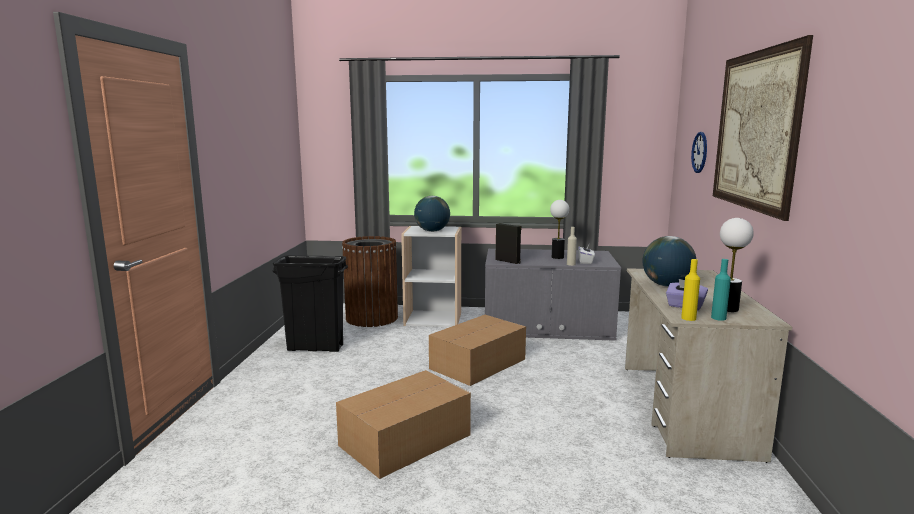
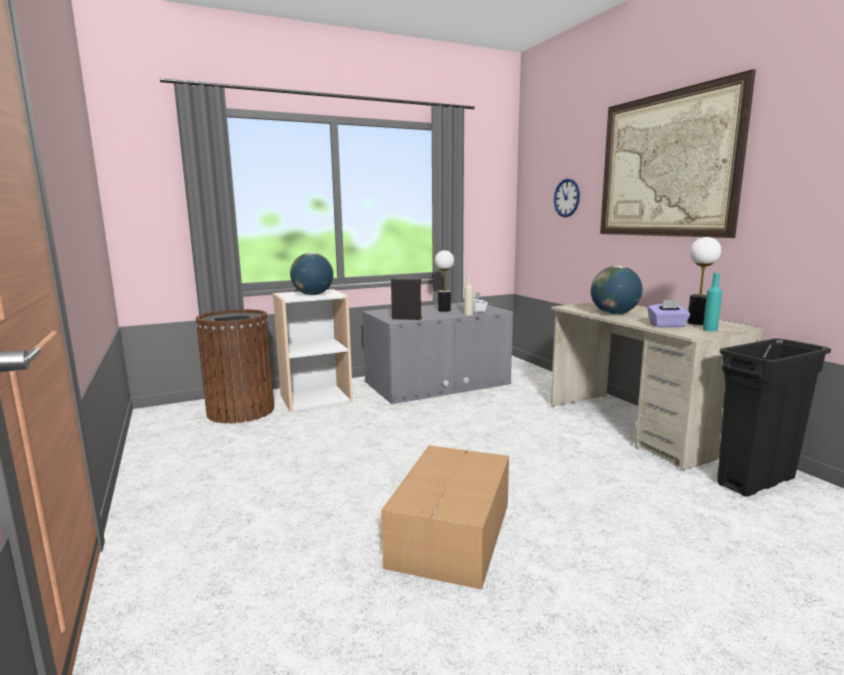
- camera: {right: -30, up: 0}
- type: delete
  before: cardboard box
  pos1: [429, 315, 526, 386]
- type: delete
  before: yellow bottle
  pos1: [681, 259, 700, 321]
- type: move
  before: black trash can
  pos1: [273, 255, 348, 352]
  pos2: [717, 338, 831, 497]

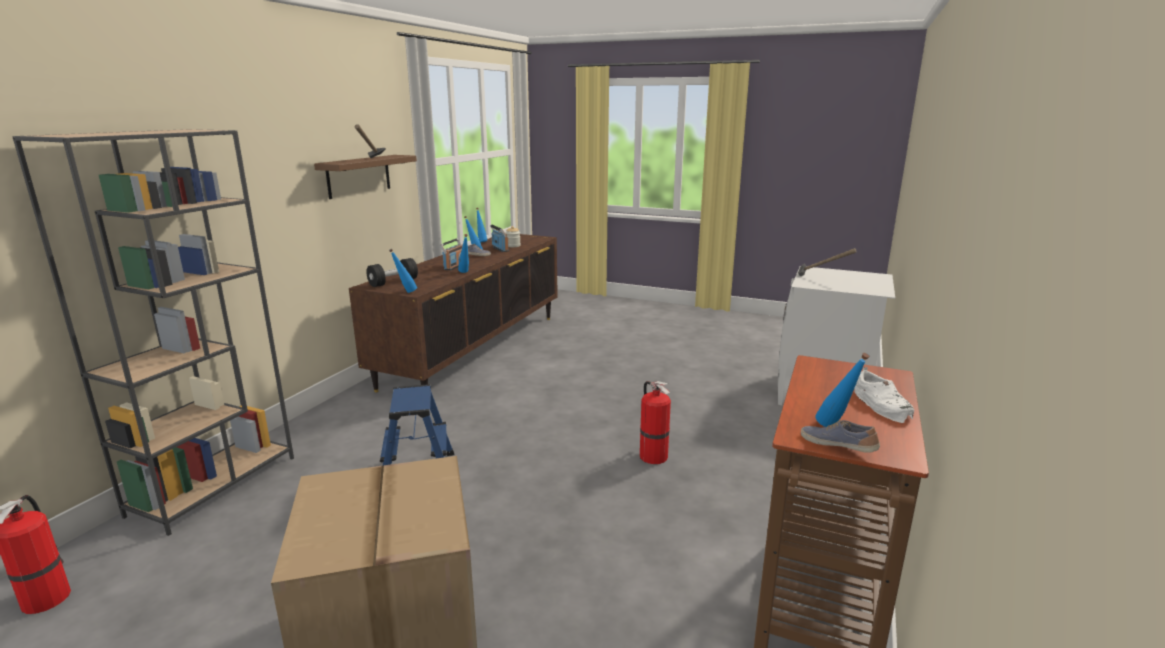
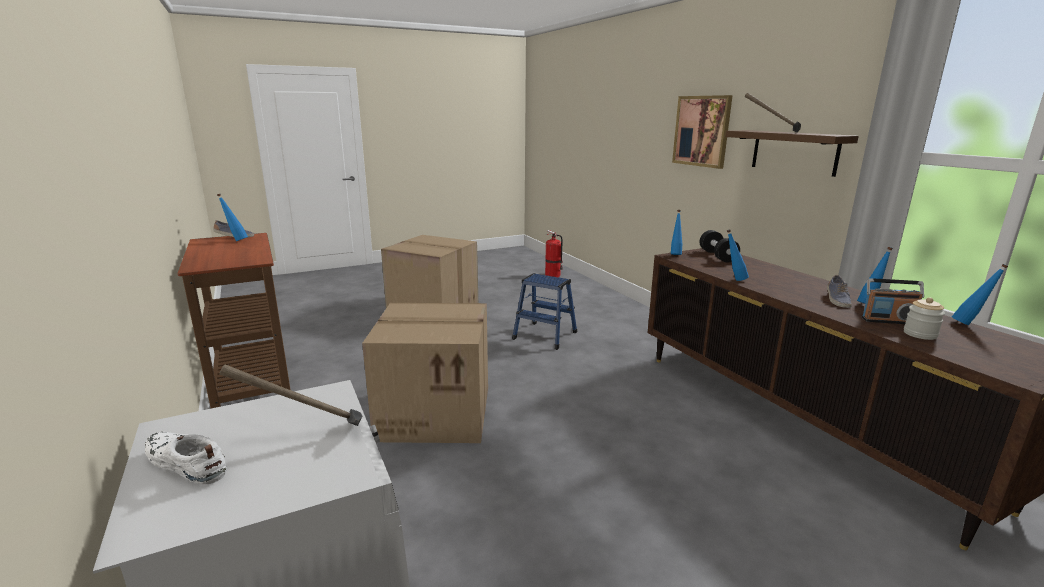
- camera: {right: 130, up: 0}
- type: delete
  before: bookcase
  pos1: [12, 129, 294, 536]
- type: delete
  before: radio
  pos1: [440, 238, 463, 271]
- type: insert
  after: picture
  pos2: [672, 95, 733, 169]
- type: move
  before: white shoe
  pos1: [854, 367, 914, 423]
  pos2: [145, 432, 227, 484]
- type: replace
  before: fire extinguisher
  after: cardboard box
  pos1: [640, 381, 671, 464]
  pos2: [362, 303, 488, 443]

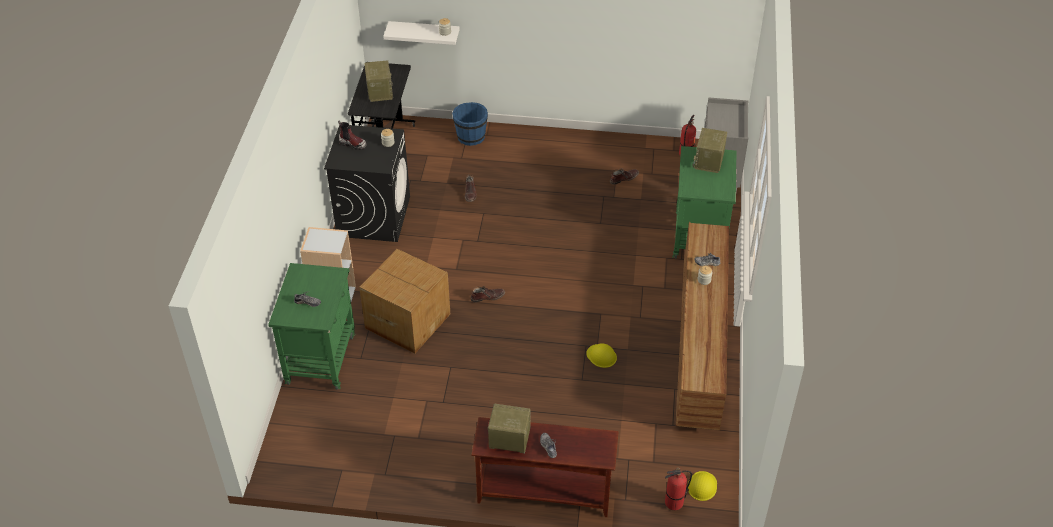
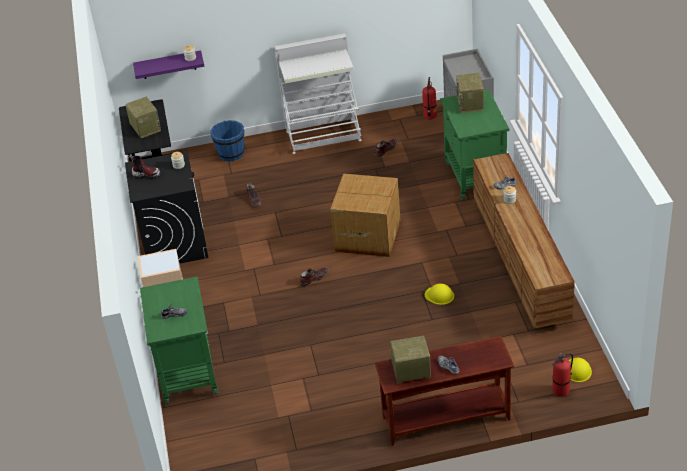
- camera: {right: -15, up: -5}
- type: insert
  after: white shoe rack
  pos2: [275, 34, 361, 154]
- type: move
  before: cardboard box
  pos1: [359, 249, 450, 353]
  pos2: [330, 174, 401, 257]
- type: recolor
  before: white shelf
  after: purple shelf
  pos1: [383, 21, 460, 45]
  pos2: [133, 50, 204, 79]

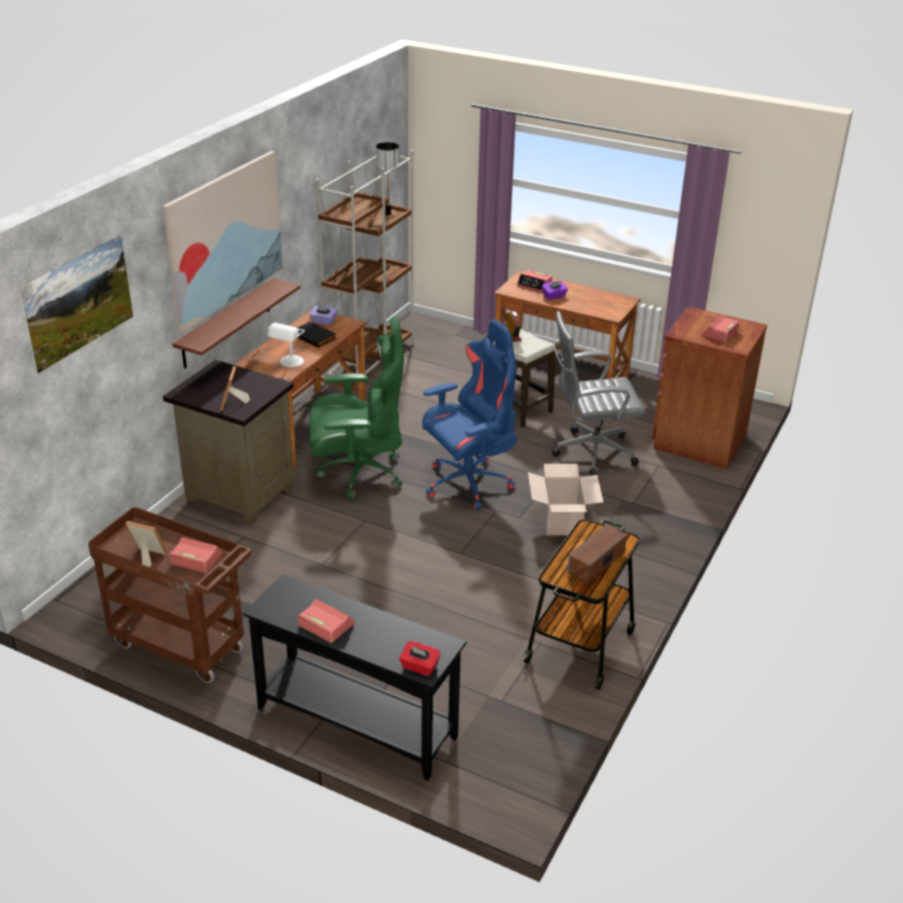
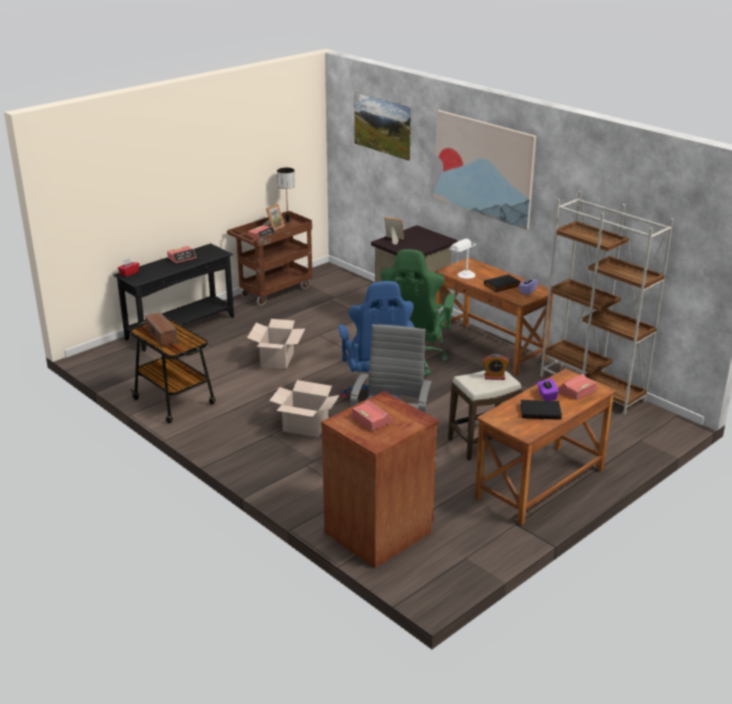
- camera: {right: 110, up: -5}
- type: delete
  before: shelf
  pos1: [172, 278, 301, 369]
- type: insert
  after: cardboard box
  pos2: [247, 319, 305, 369]
- type: insert
  after: black book
  pos2: [520, 400, 562, 420]
- type: move
  before: table lamp
  pos1: [376, 142, 399, 217]
  pos2: [277, 168, 295, 223]

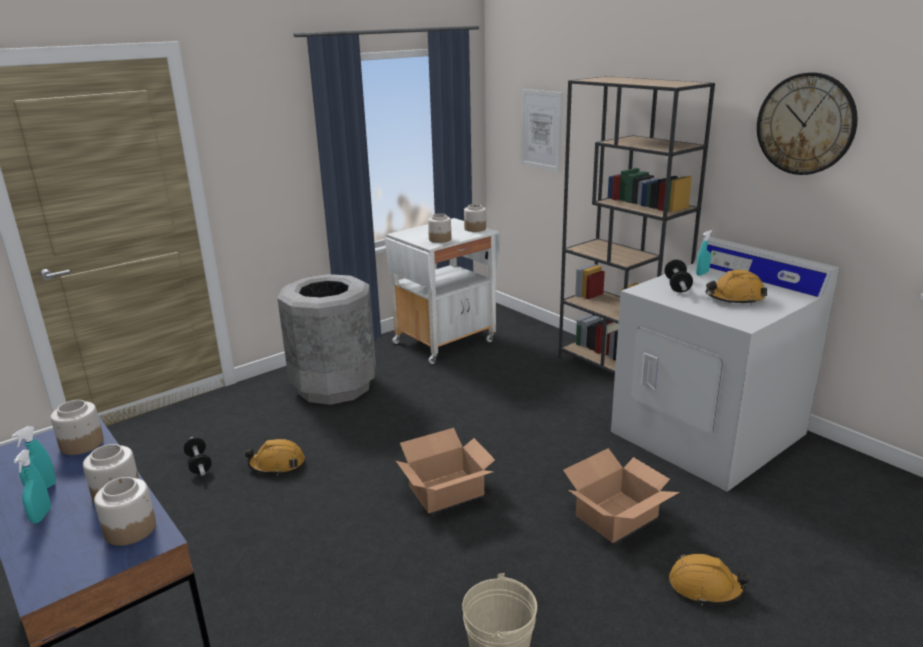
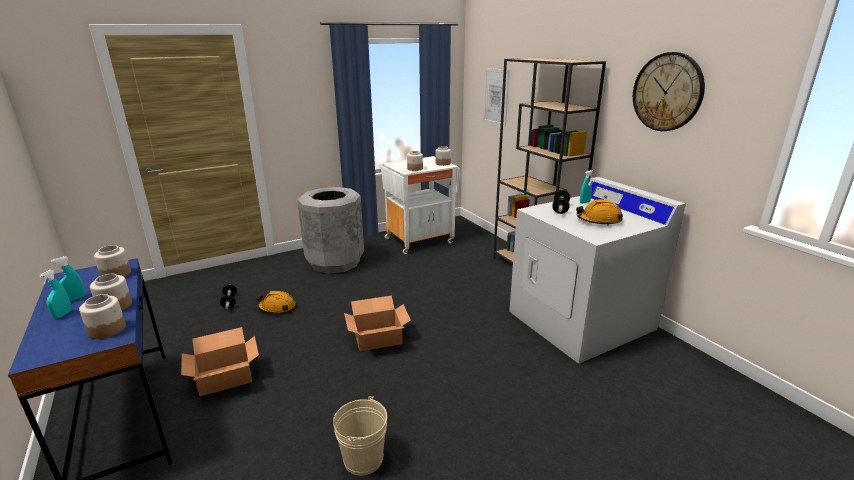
- camera: {right: 10, up: 0}
- type: delete
  before: orange hard hat
  pos1: [669, 554, 749, 606]
- type: move
  before: cardboard box
  pos1: [563, 448, 680, 543]
  pos2: [181, 327, 259, 396]

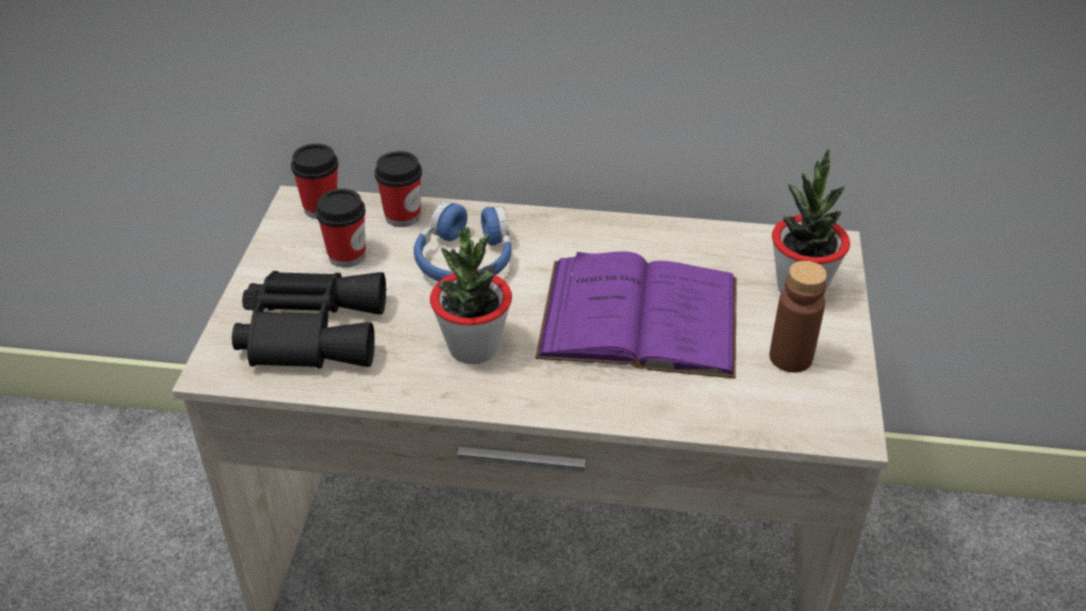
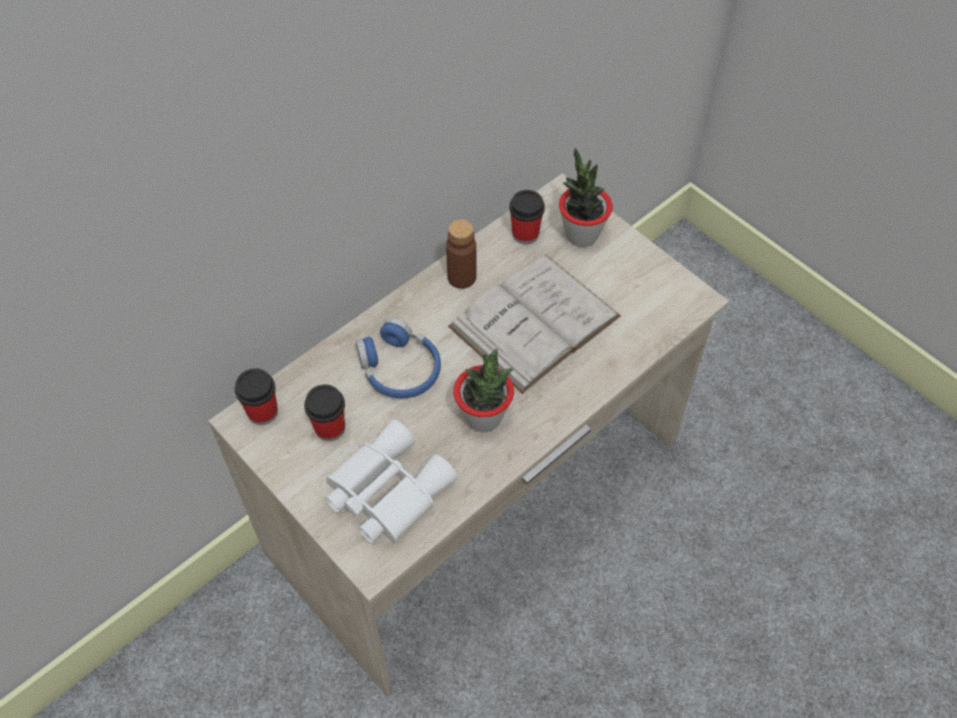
- camera: {right: -50, up: 15}
- type: move
  before: cup
  pos1: [375, 151, 422, 227]
  pos2: [509, 190, 545, 244]
- type: move
  before: brown bottle
  pos1: [769, 261, 827, 373]
  pos2: [446, 219, 476, 289]
- type: recolor
  before: black binoculars
  after: white binoculars
  pos1: [232, 271, 386, 369]
  pos2: [325, 420, 457, 543]
- type: recolor
  before: purple book
  after: white book
  pos1: [535, 251, 737, 379]
  pos2: [448, 254, 621, 394]

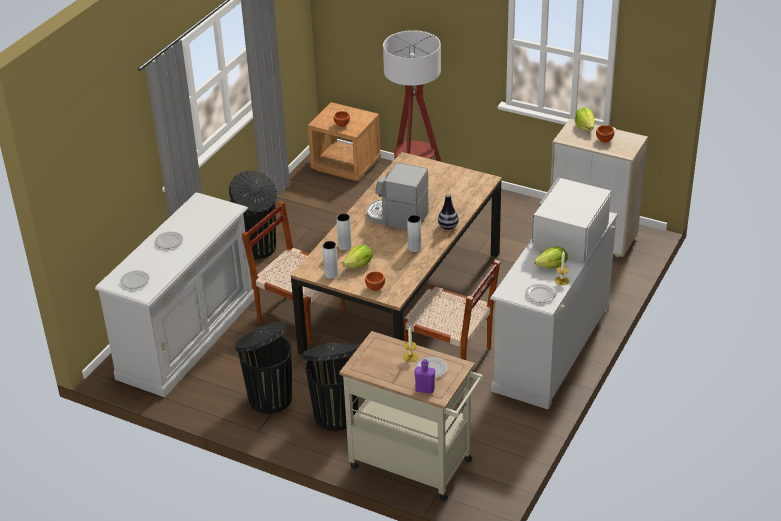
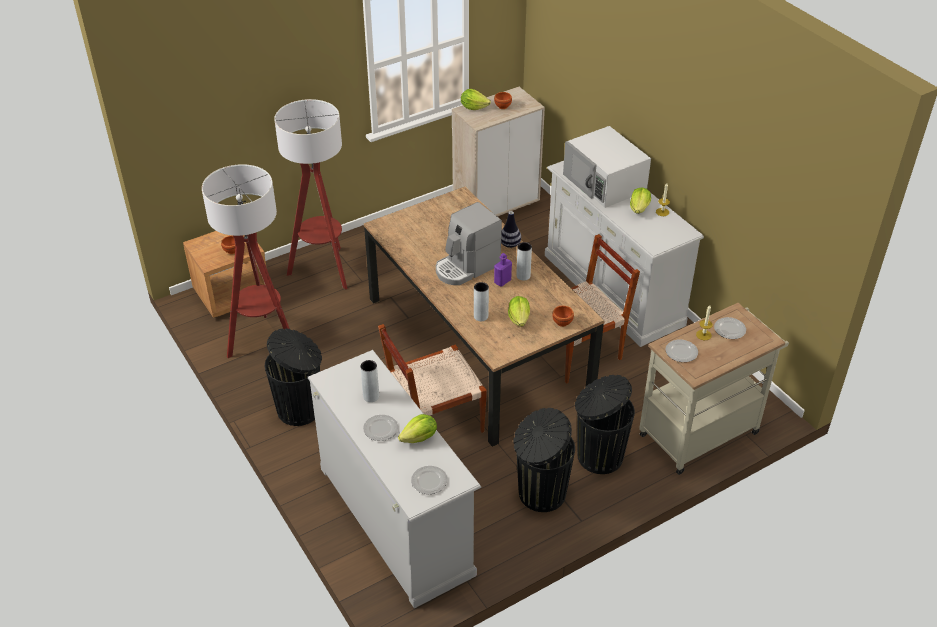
- camera: {right: -60, up: 5}
- type: insert
  after: floor lamp
  pos2: [202, 164, 290, 358]
- type: insert
  after: lettuce
  pos2: [398, 414, 437, 443]
- type: move
  before: grey vase
  pos1: [322, 241, 338, 279]
  pos2: [360, 360, 379, 402]
- type: move
  before: purple bottle
  pos1: [414, 359, 435, 393]
  pos2: [494, 253, 512, 287]
- type: move
  before: plate
  pos1: [525, 284, 555, 303]
  pos2: [665, 340, 698, 362]

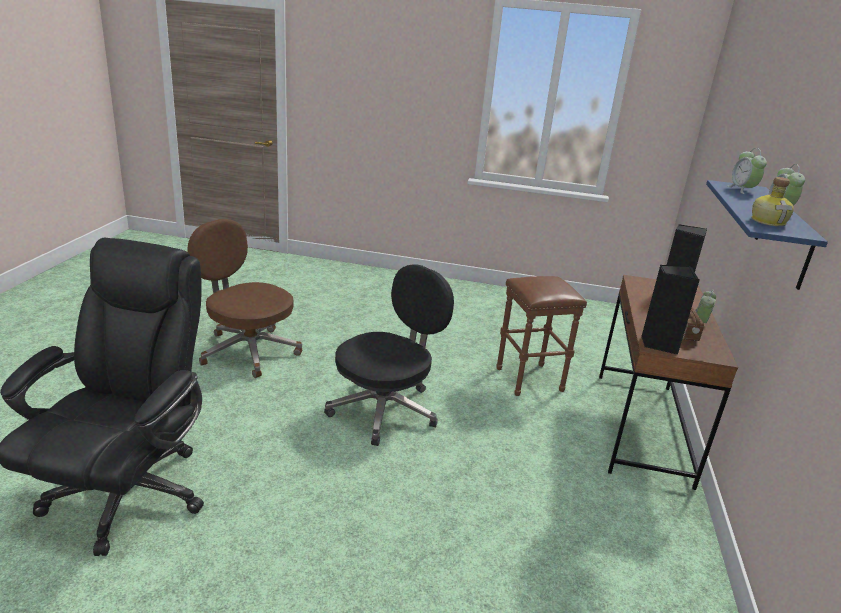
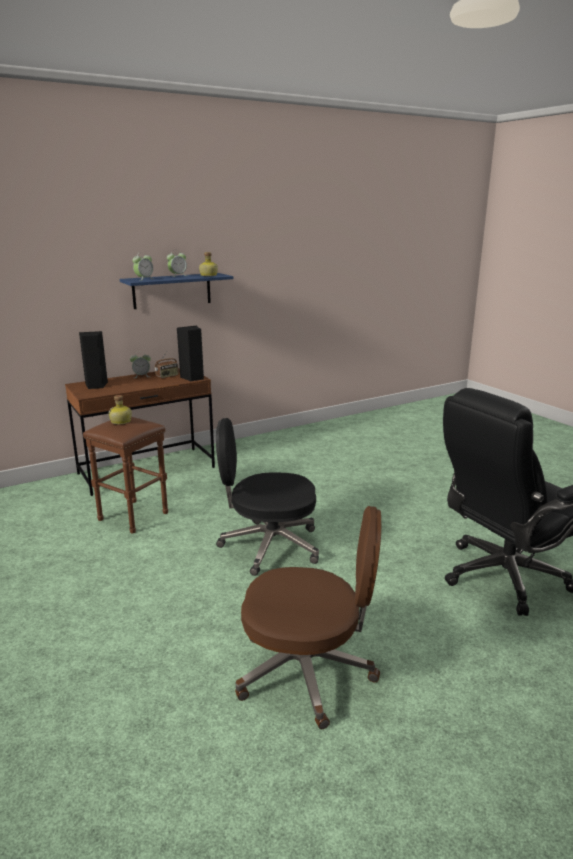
- camera: {right: -130, up: -5}
- type: insert
  after: bottle
  pos2: [109, 395, 132, 425]
- type: rotate
  before: brown office chair
  pos1: [187, 219, 302, 378]
  pos2: [235, 506, 381, 729]
  turn: -75

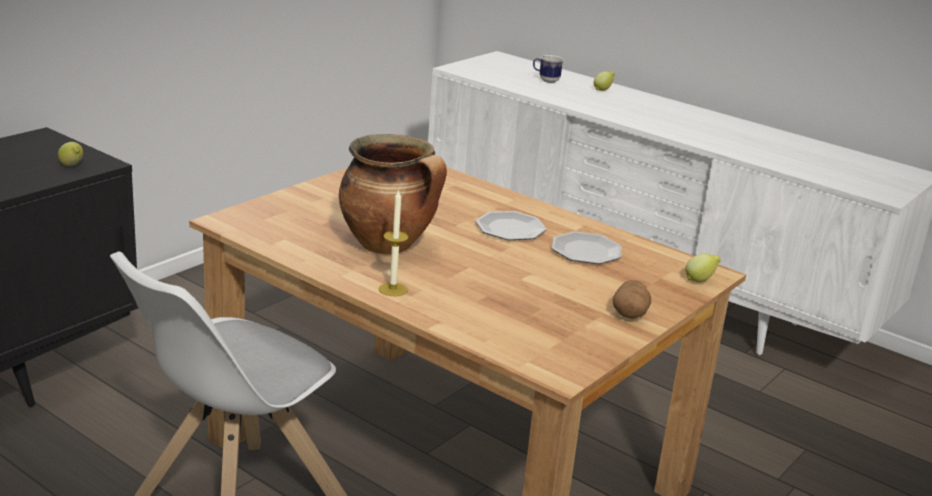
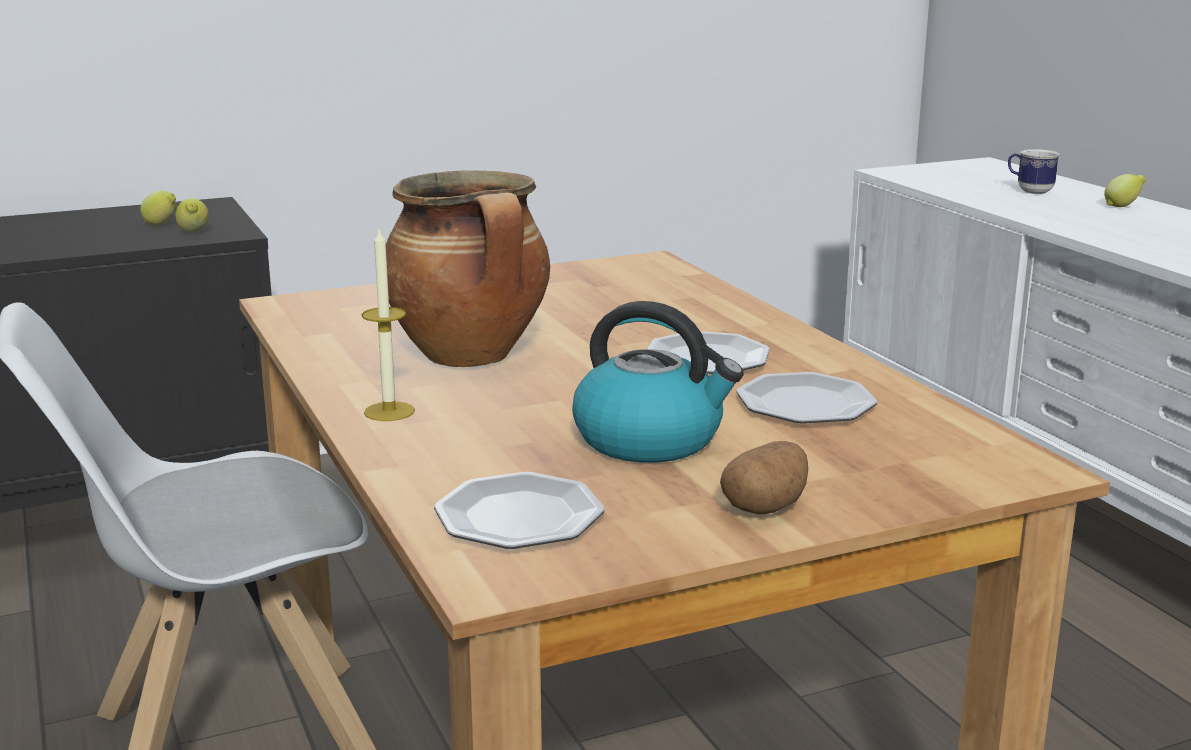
- camera: {right: 30, up: -5}
- type: insert
  after: plate
  pos2: [434, 472, 605, 549]
- type: insert
  after: kettle
  pos2: [572, 301, 744, 463]
- type: move
  before: lemon
  pos1: [685, 253, 721, 282]
  pos2: [140, 191, 176, 225]

